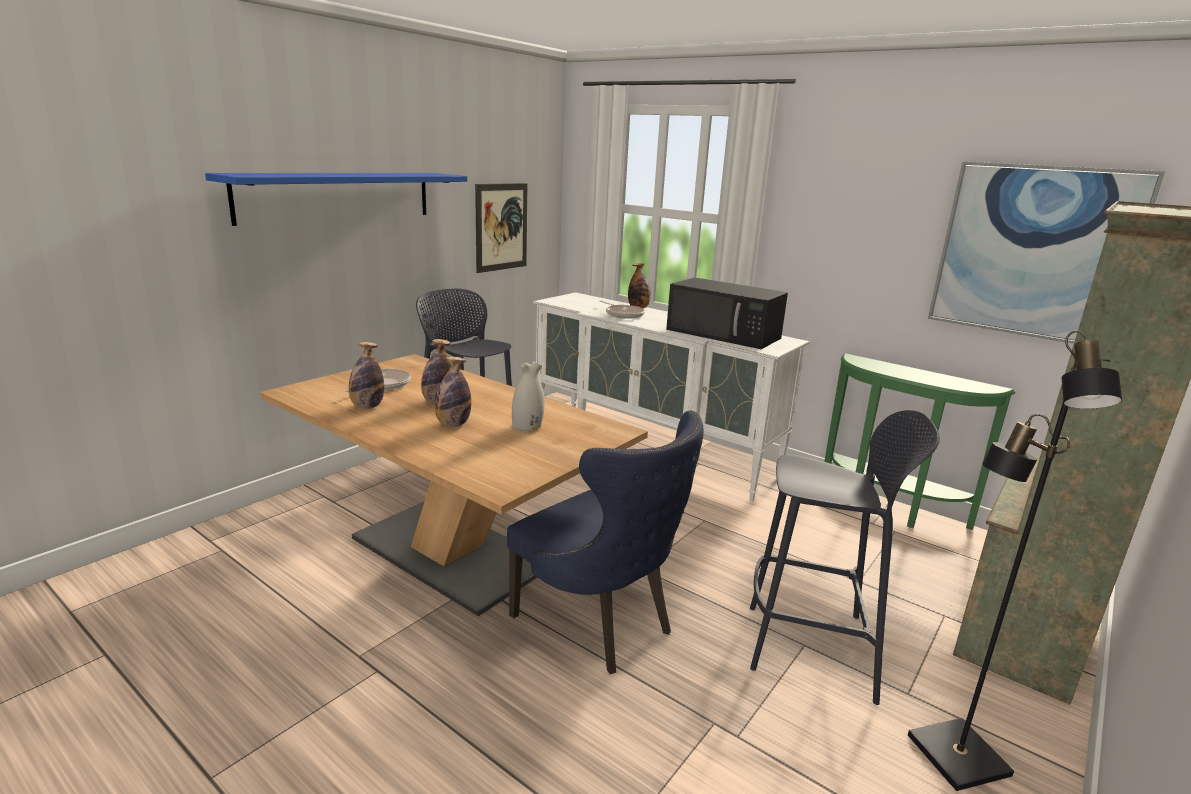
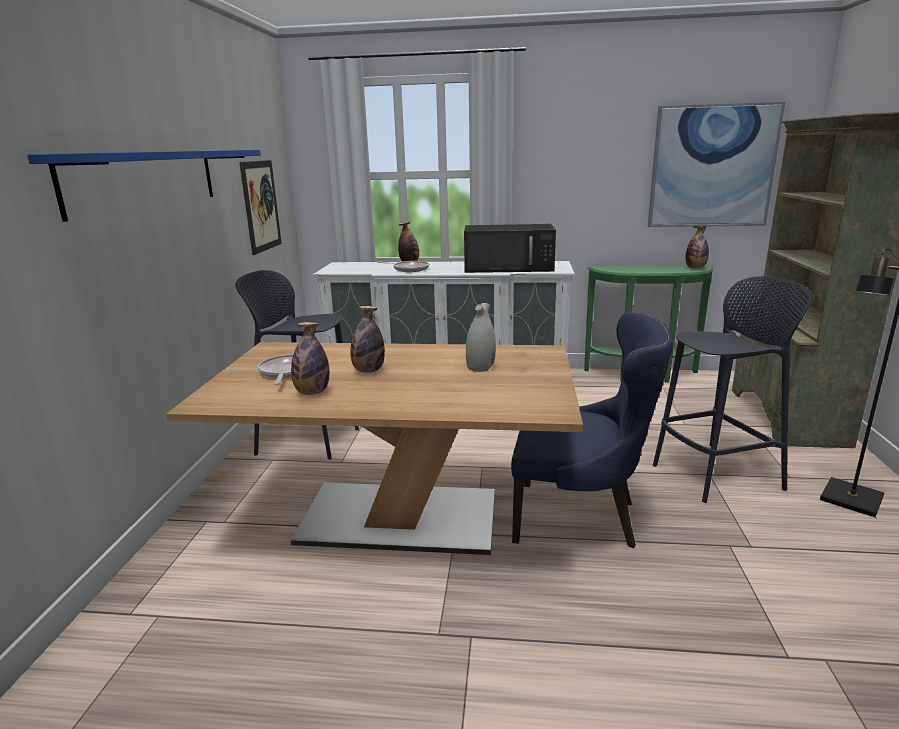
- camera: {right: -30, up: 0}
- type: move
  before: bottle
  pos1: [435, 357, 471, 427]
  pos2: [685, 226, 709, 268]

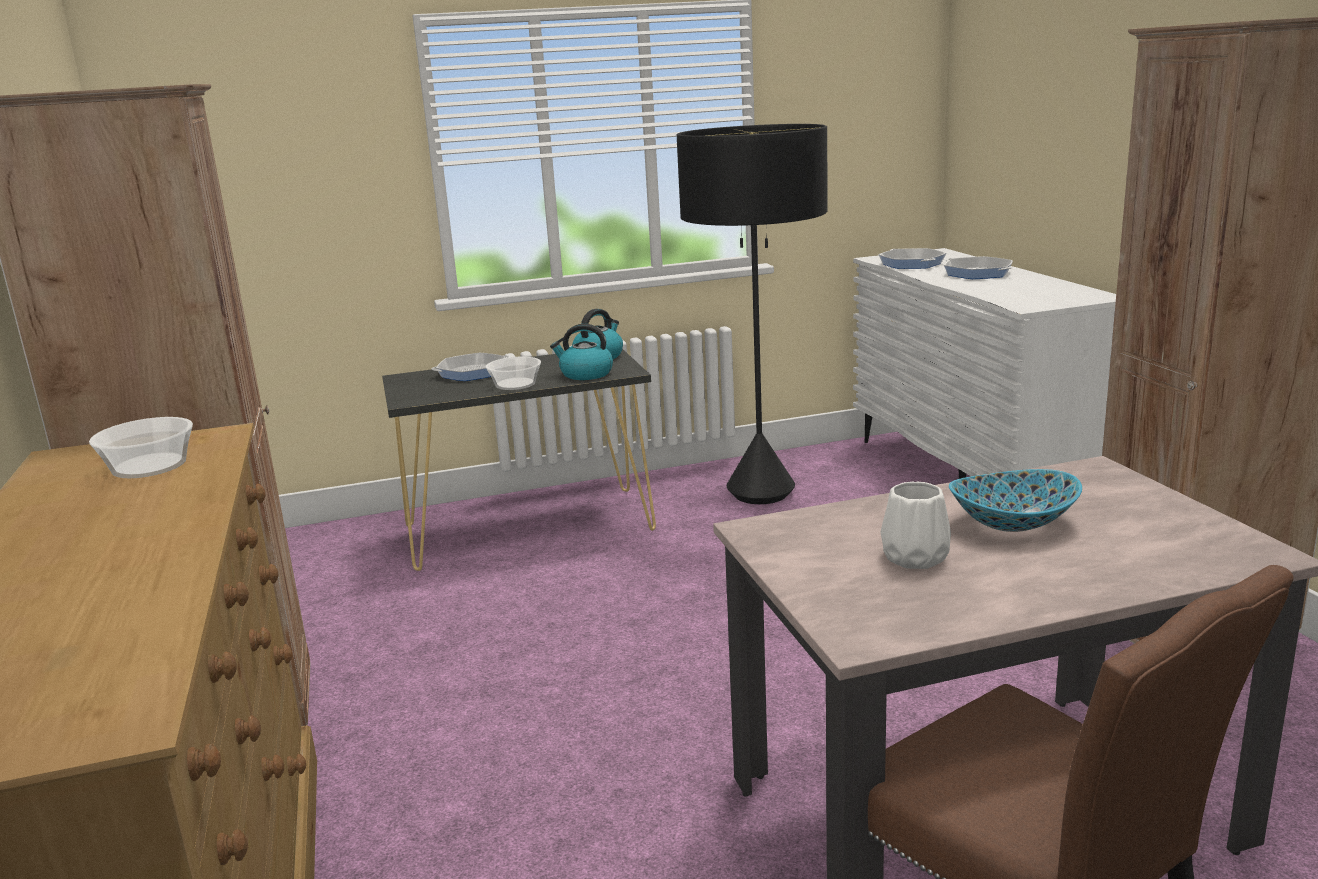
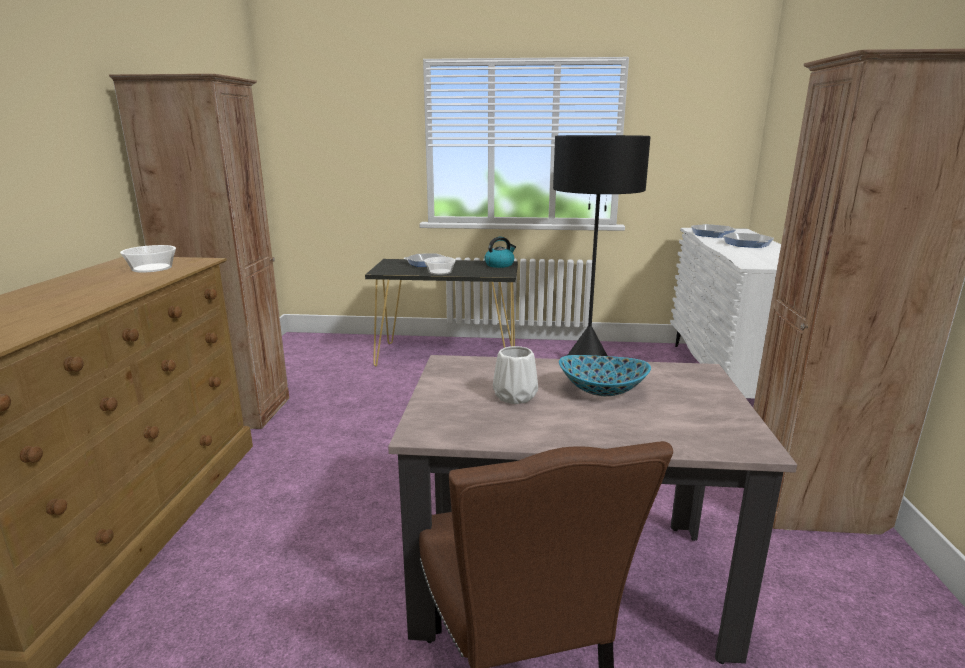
- camera: {right: 20, up: 0}
- type: delete
  before: kettle
  pos1: [550, 324, 613, 380]

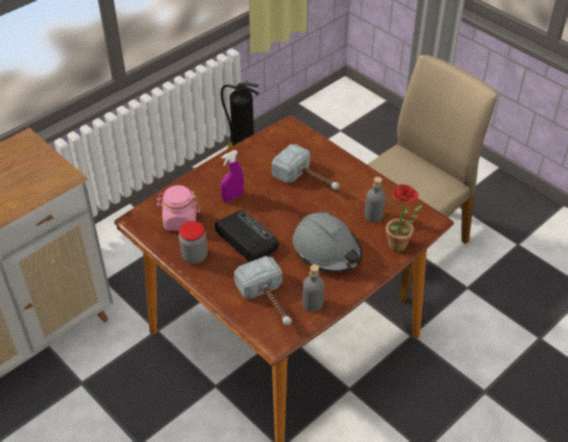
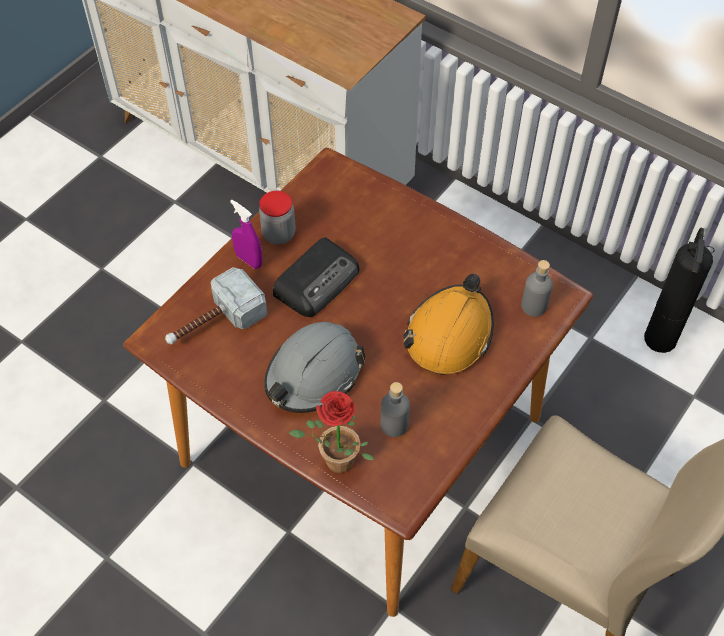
- camera: {right: 80, up: 10}
- type: delete
  before: pink jar
  pos1: [156, 185, 200, 231]
- type: move
  before: purple spray bottle
  pos1: [221, 150, 244, 202]
  pos2: [230, 200, 263, 269]
- type: move
  before: grey bottle
  pos1: [303, 264, 324, 312]
  pos2: [521, 260, 553, 317]
- type: replace
  before: hammer
  after: orange hard hat
  pos1: [272, 144, 339, 190]
  pos2: [403, 274, 494, 375]

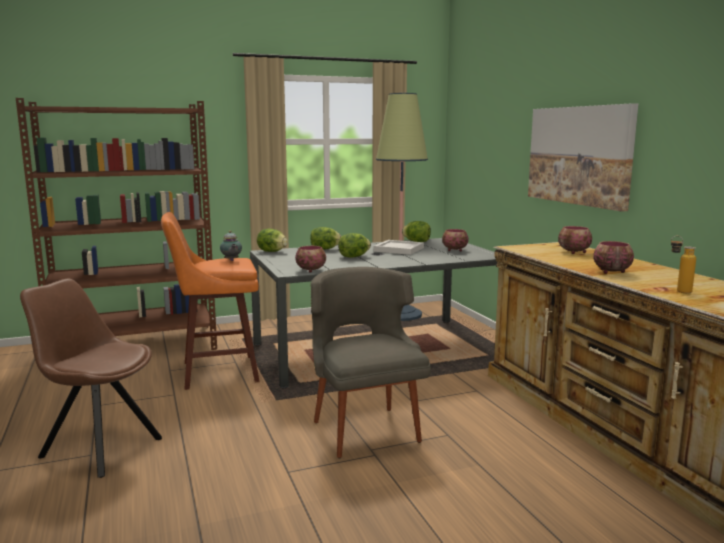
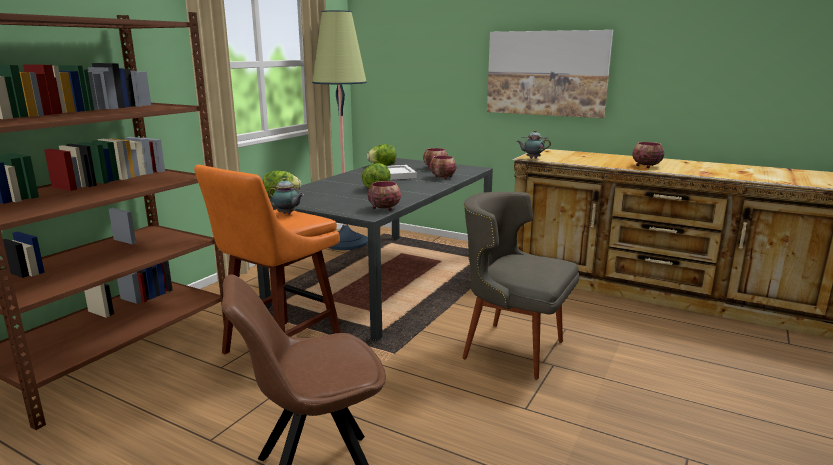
- camera: {right: -40, up: 5}
- type: delete
  before: lettuce
  pos1: [310, 227, 341, 250]
- type: delete
  before: bottle
  pos1: [671, 236, 696, 293]
- type: insert
  after: teapot
  pos2: [517, 130, 551, 159]
- type: move
  before: bowl
  pos1: [558, 226, 592, 254]
  pos2: [430, 156, 457, 179]

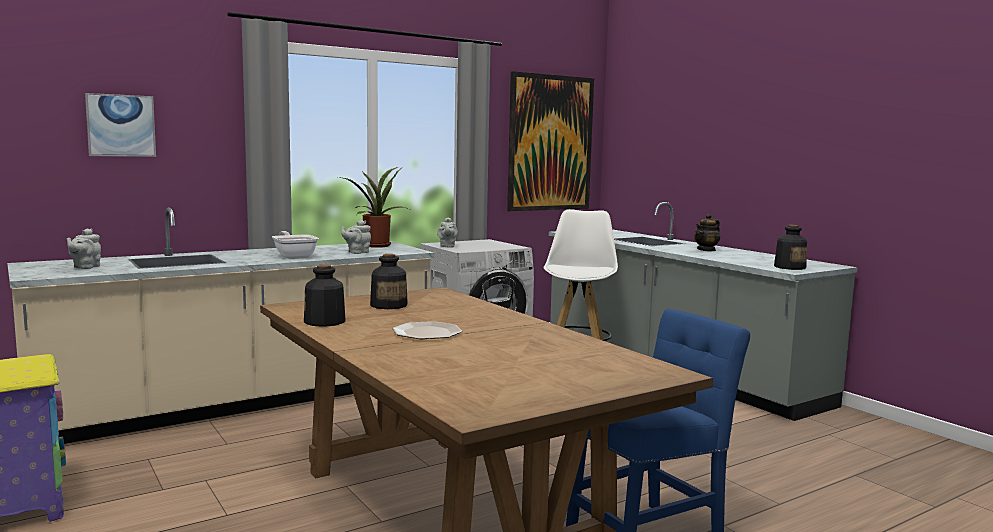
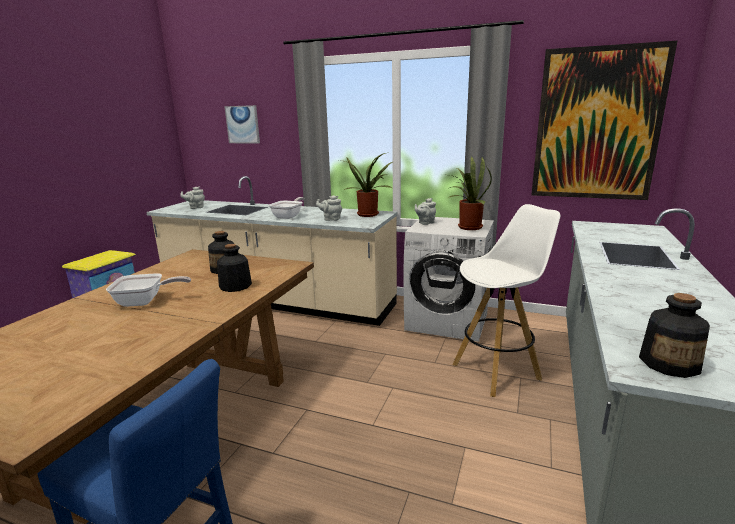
- camera: {right: 55, up: 10}
- type: delete
  before: teapot
  pos1: [694, 213, 720, 252]
- type: insert
  after: potted plant
  pos2: [447, 157, 492, 230]
- type: move
  before: bottle
  pos1: [304, 264, 345, 327]
  pos2: [217, 244, 252, 292]
- type: replace
  before: plate
  after: frying pan
  pos1: [392, 321, 462, 339]
  pos2: [106, 273, 191, 307]

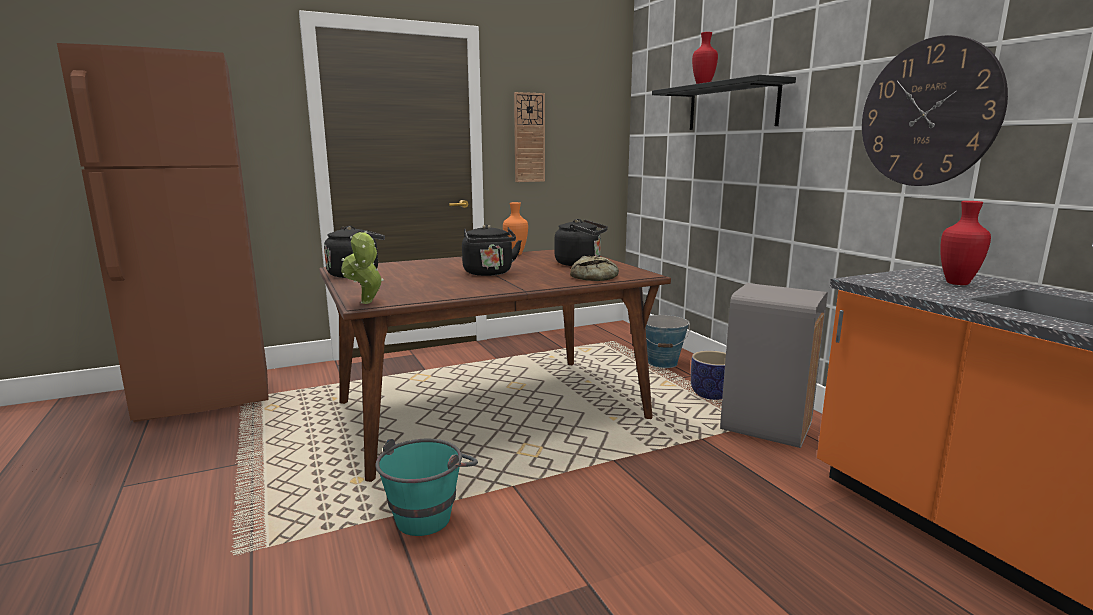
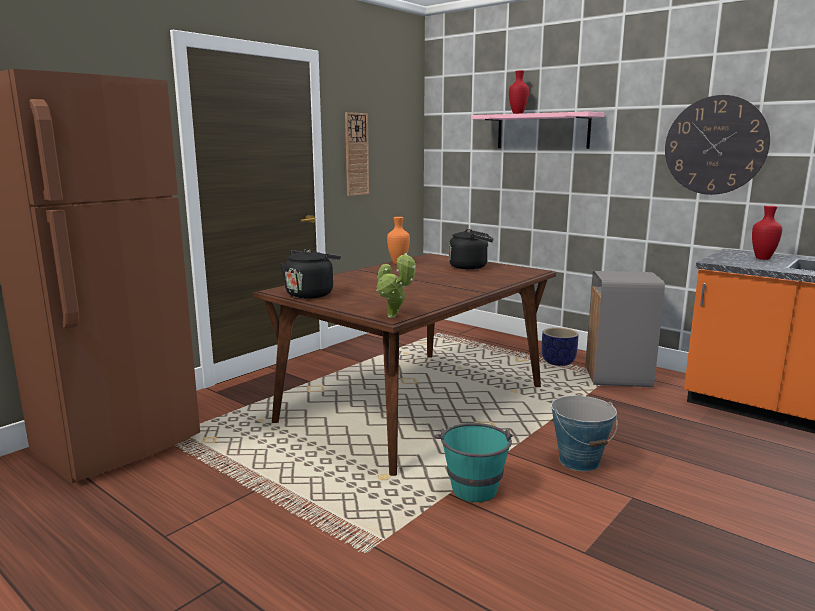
- camera: {right: -25, up: 0}
- type: delete
  before: black kettle
  pos1: [462, 224, 522, 276]
- type: delete
  before: bread
  pos1: [570, 256, 619, 281]
- type: move
  before: bucket
  pos1: [646, 315, 690, 368]
  pos2: [551, 396, 618, 471]
- type: recolor
  before: black shelf
  after: pink shelf
  pos1: [652, 75, 796, 130]
  pos2: [471, 111, 604, 149]

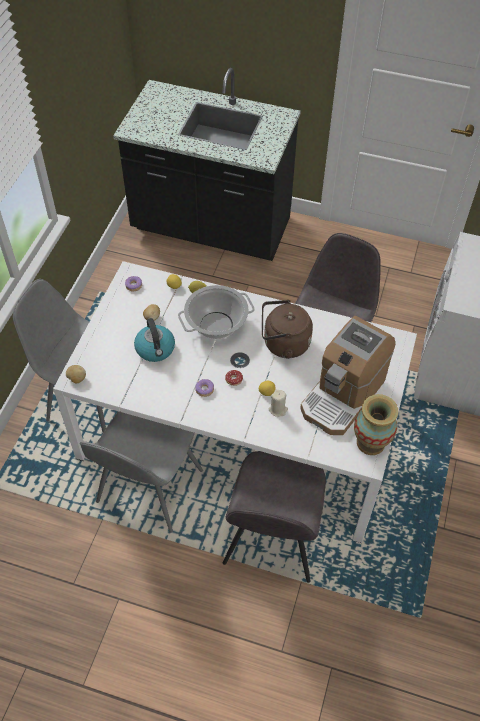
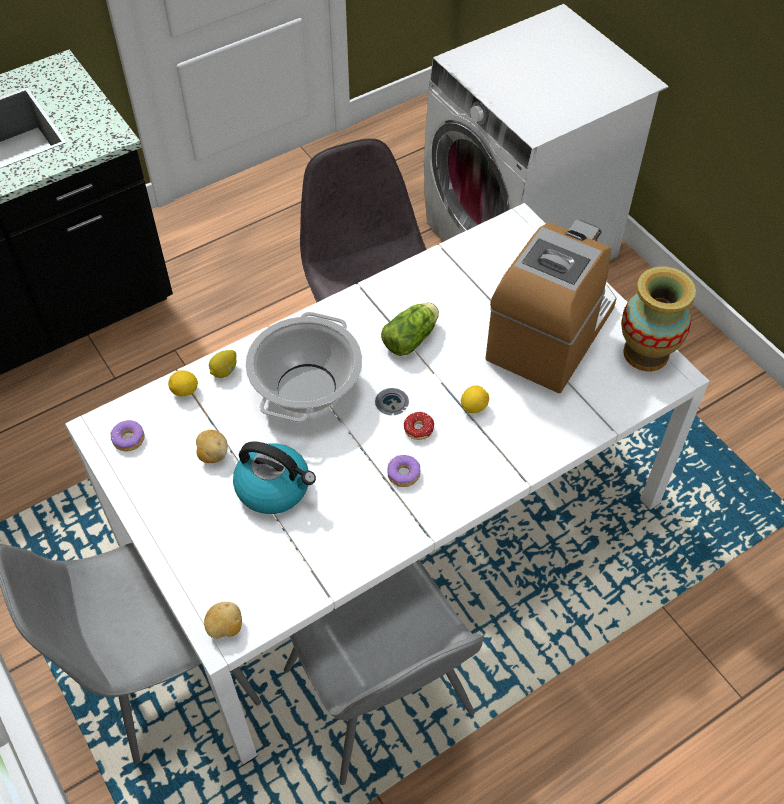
- camera: {right: -50, up: 0}
- type: delete
  before: grey chair
  pos1: [223, 451, 326, 583]
- type: delete
  before: beige candle
  pos1: [269, 390, 288, 417]
- type: replace
  before: brown kettle
  after: lettuce
  pos1: [262, 300, 313, 359]
  pos2: [381, 303, 439, 356]
- type: rotate
  before: coffee machine
  pos1: [300, 316, 395, 435]
  pos2: [485, 220, 617, 393]
  turn: -135

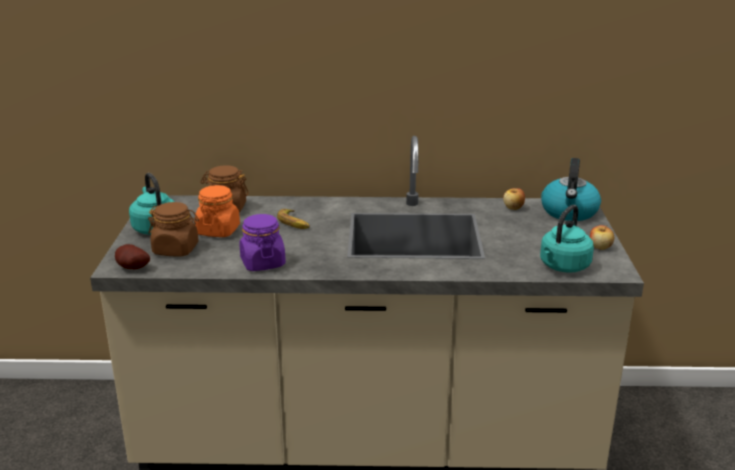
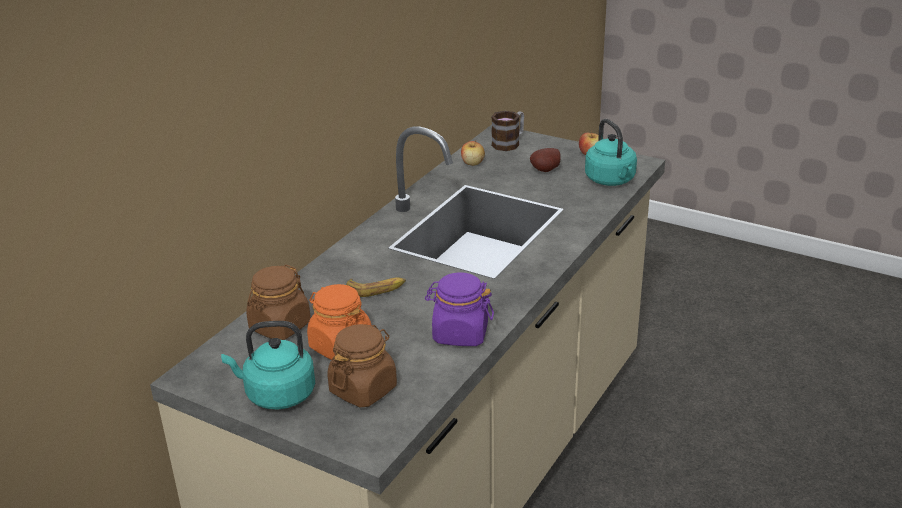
- camera: {right: -60, up: 5}
- type: move
  before: potato
  pos1: [115, 244, 150, 270]
  pos2: [530, 148, 561, 172]
- type: replace
  before: kettle
  after: mug
  pos1: [541, 158, 601, 221]
  pos2: [491, 111, 524, 151]

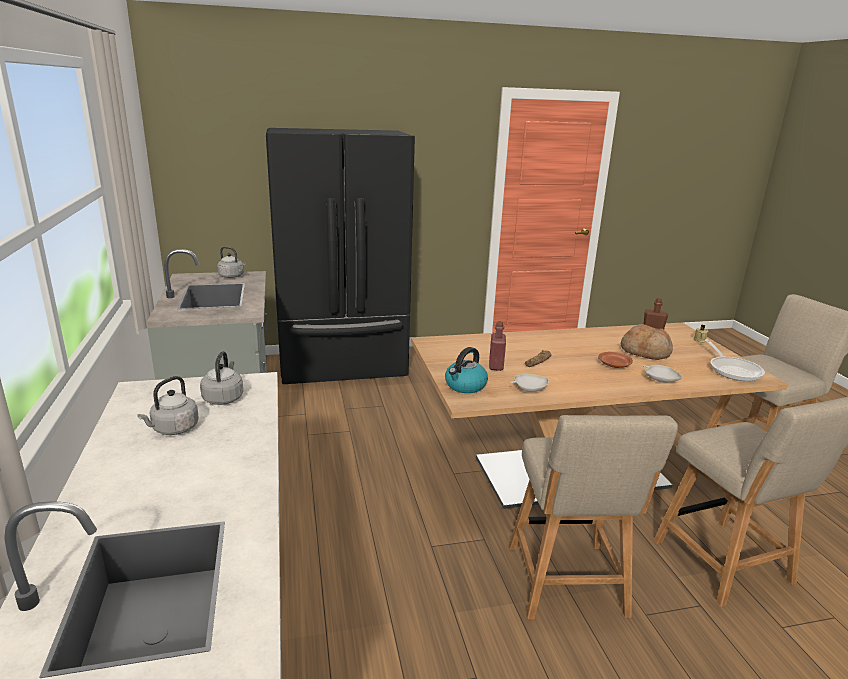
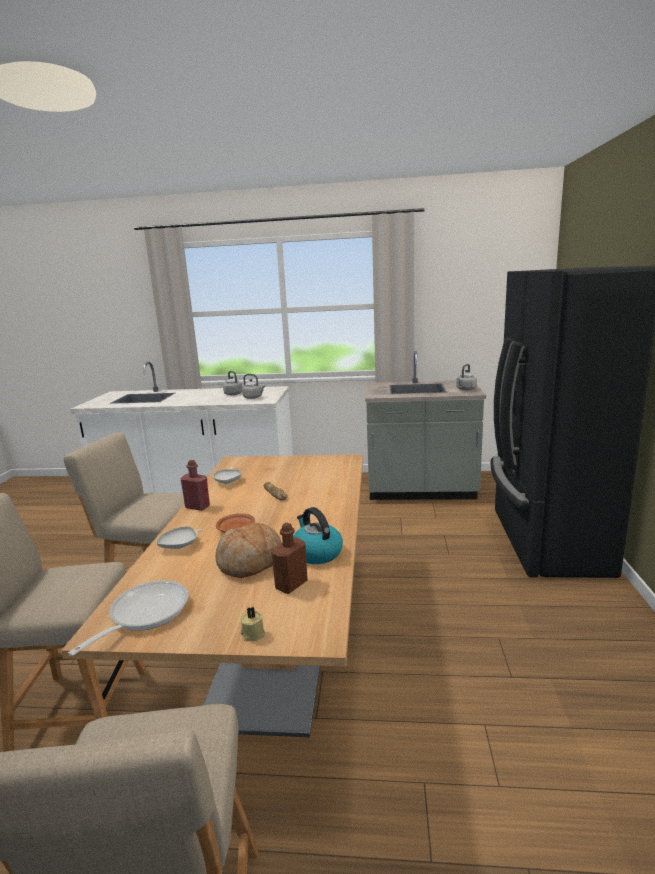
- camera: {right: 110, up: -5}
- type: move
  before: kettle
  pos1: [445, 347, 488, 393]
  pos2: [293, 507, 343, 564]
- type: move
  before: red bottle
  pos1: [489, 321, 506, 371]
  pos2: [181, 460, 210, 511]
- type: rotate
  before: frying pan
  pos1: [705, 339, 765, 381]
  pos2: [68, 580, 189, 656]
  turn: 105

